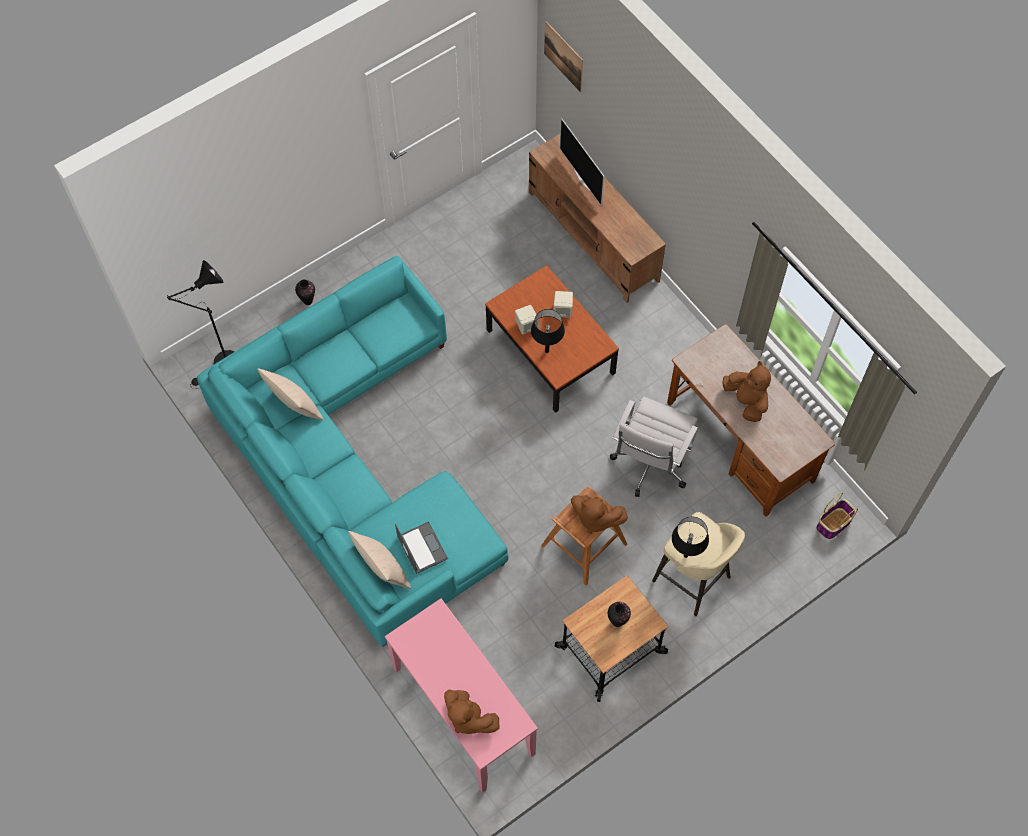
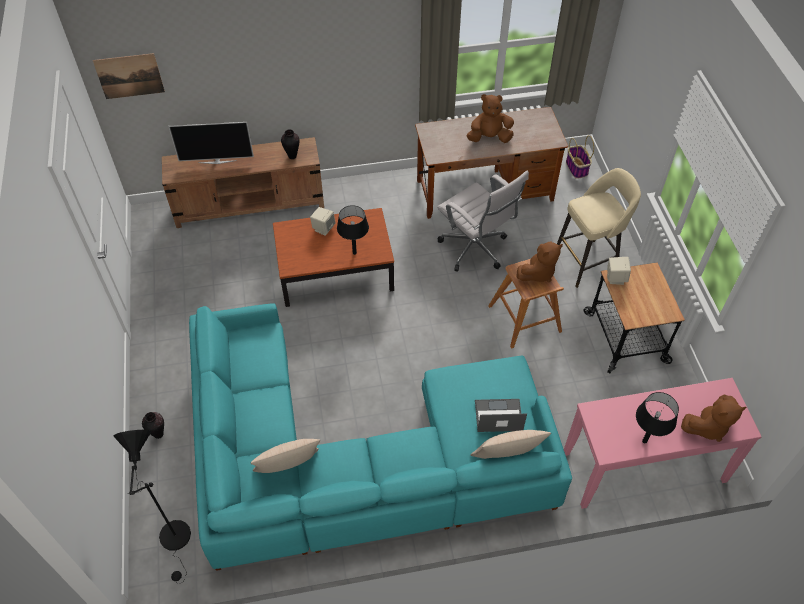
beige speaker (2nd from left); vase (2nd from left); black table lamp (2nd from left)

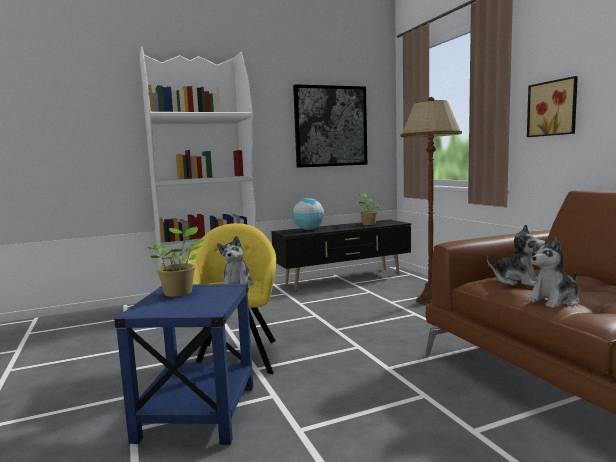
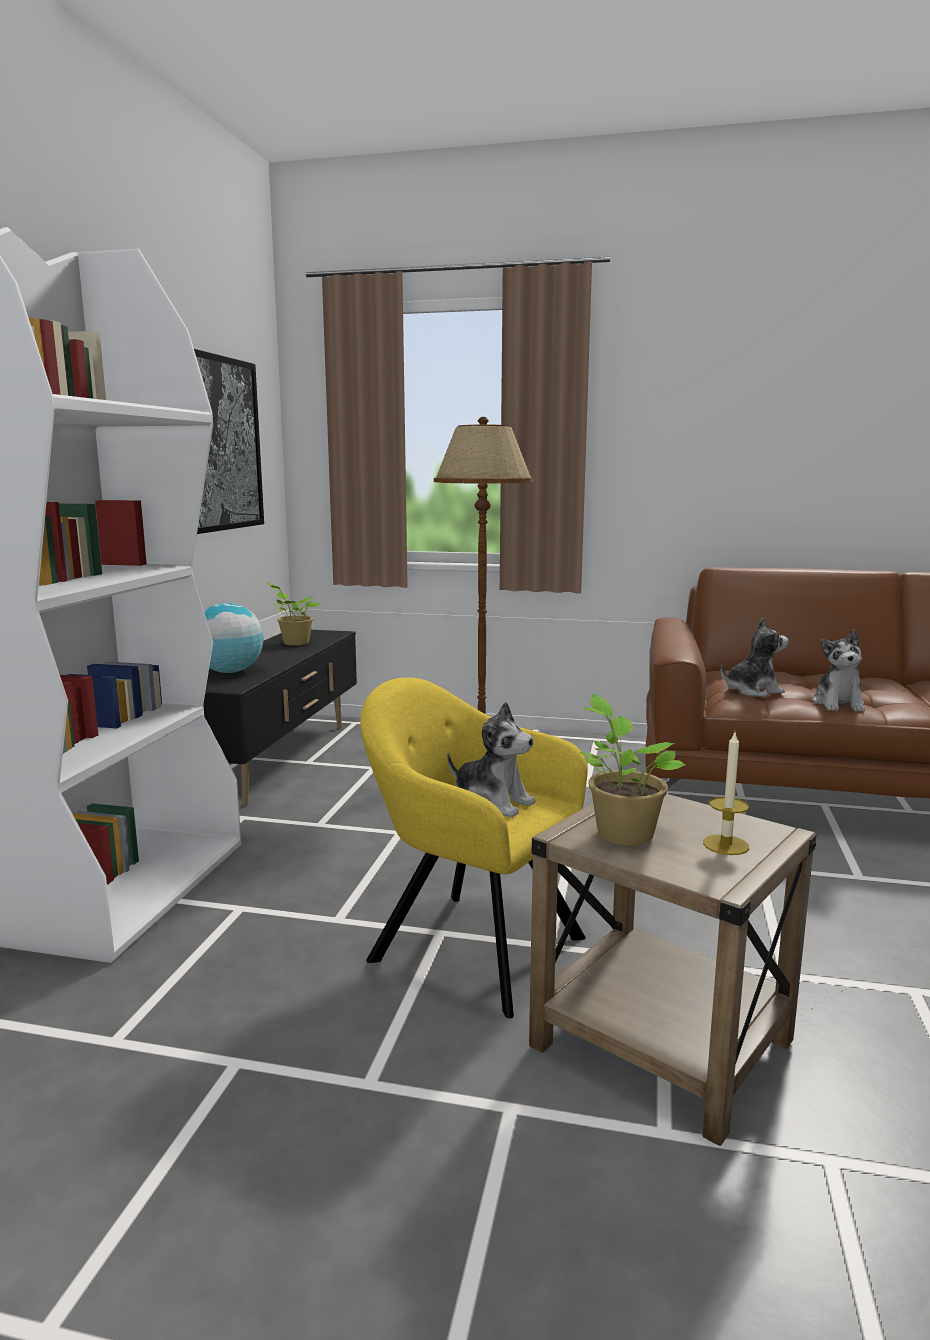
picture (2nd from left in the first image); candle; beige side table

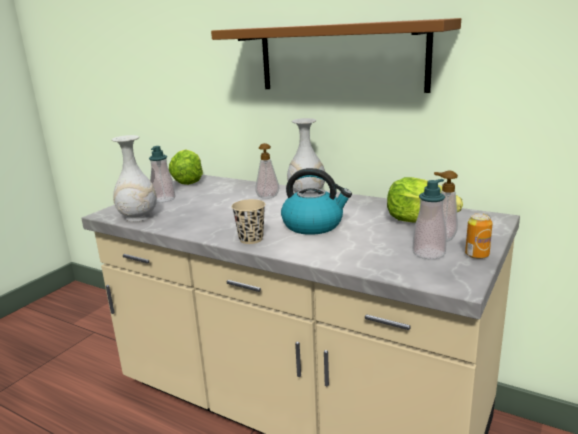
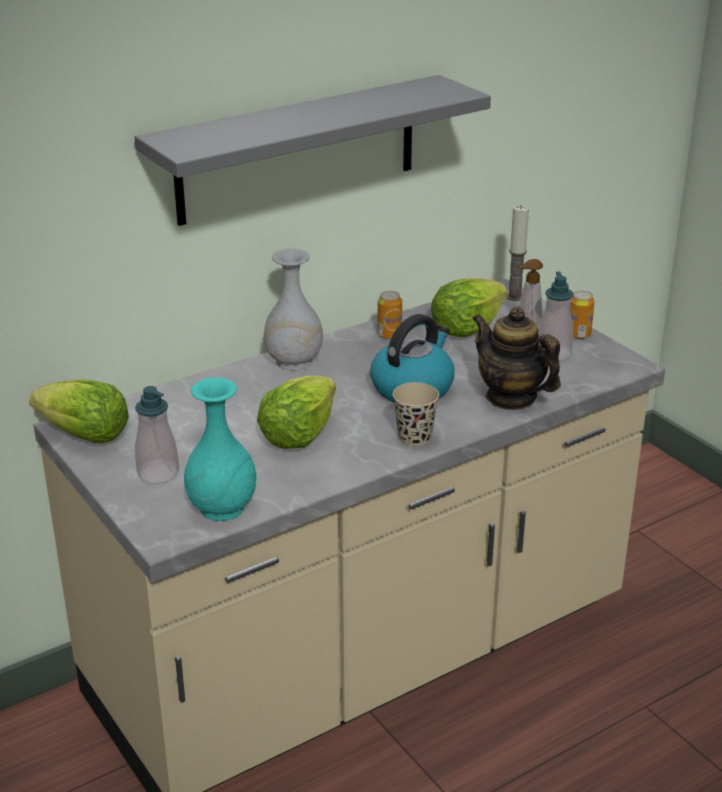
soap dispenser (2nd from left in the first image); lettuce (2nd from left); can (1st from left); teapot; candle; turquoise vase; grey shelf

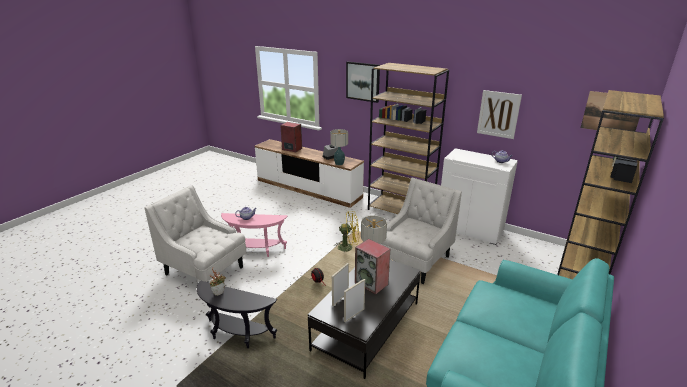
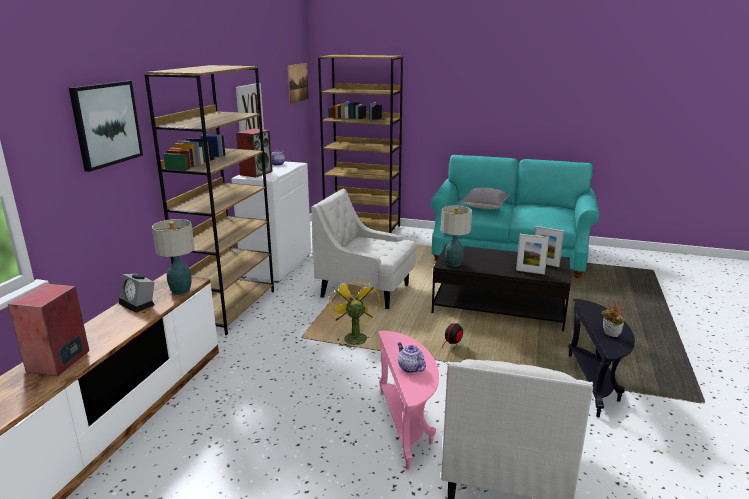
grey pillow; speaker (2nd from left)

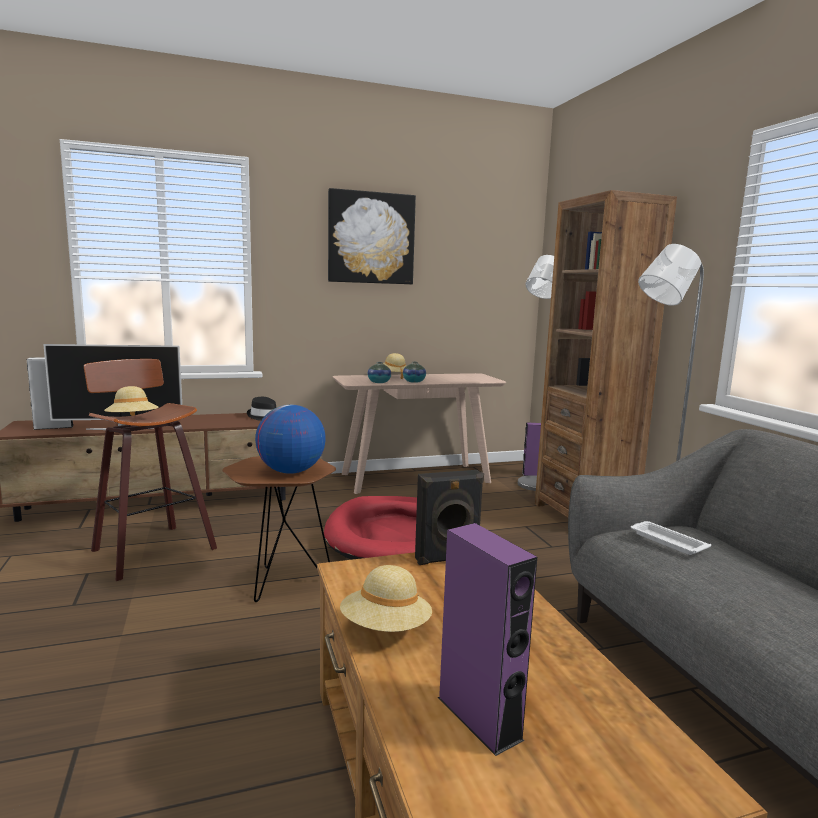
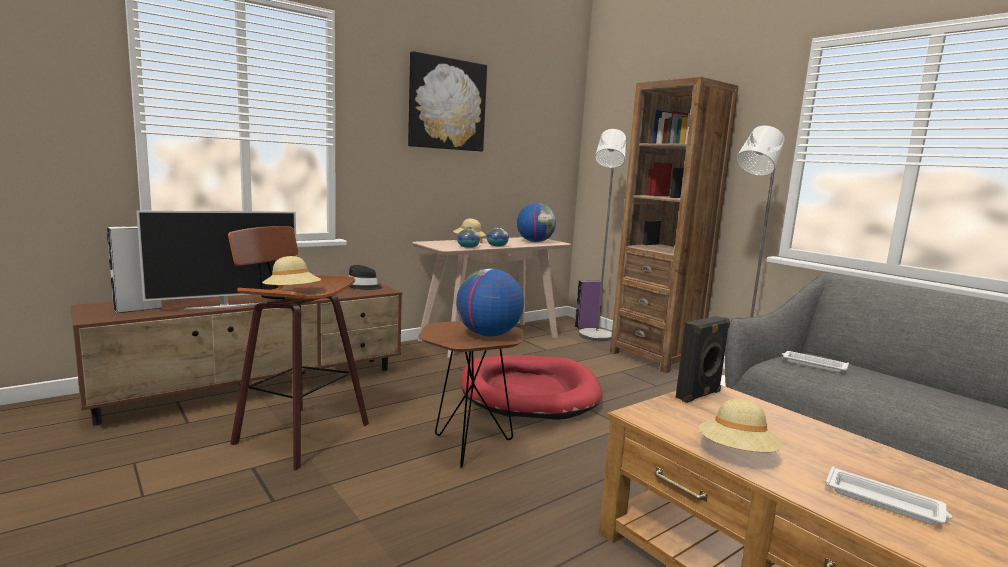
globe (2nd from left); white tray (2nd from left)

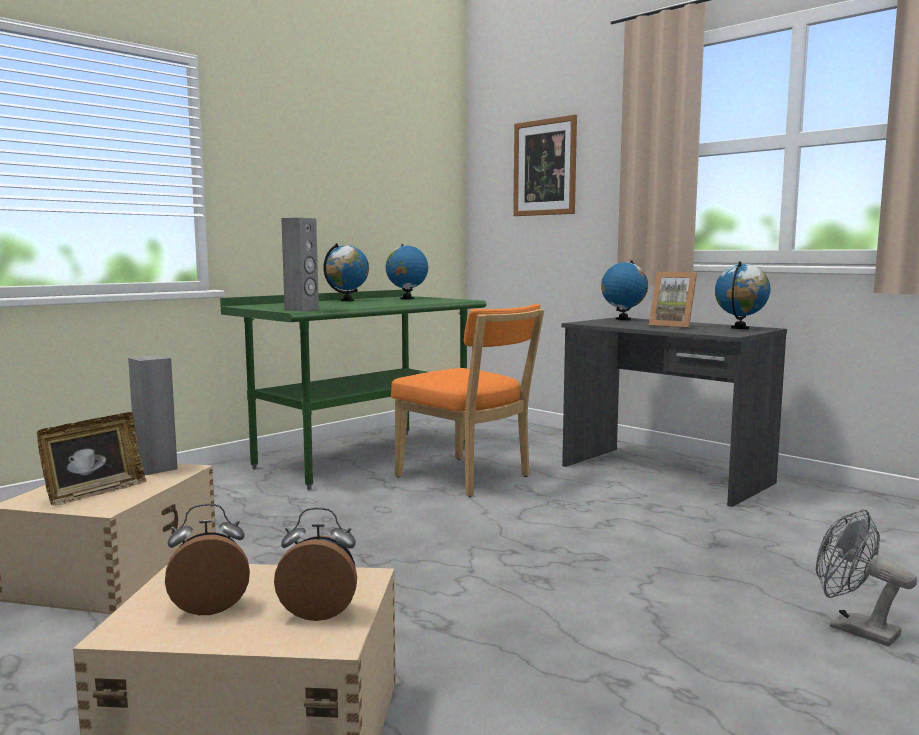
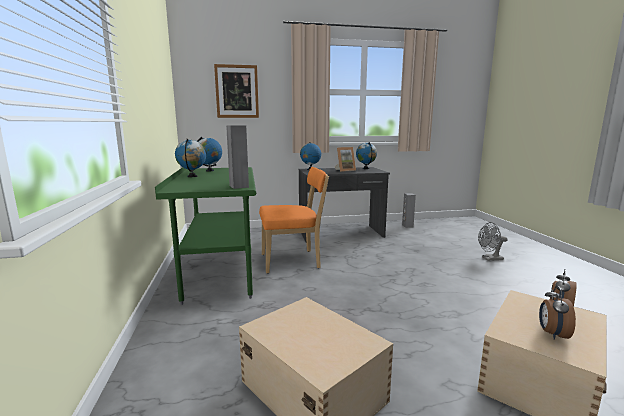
picture frame (1st from left in the first image); grey speaker (2nd from left)

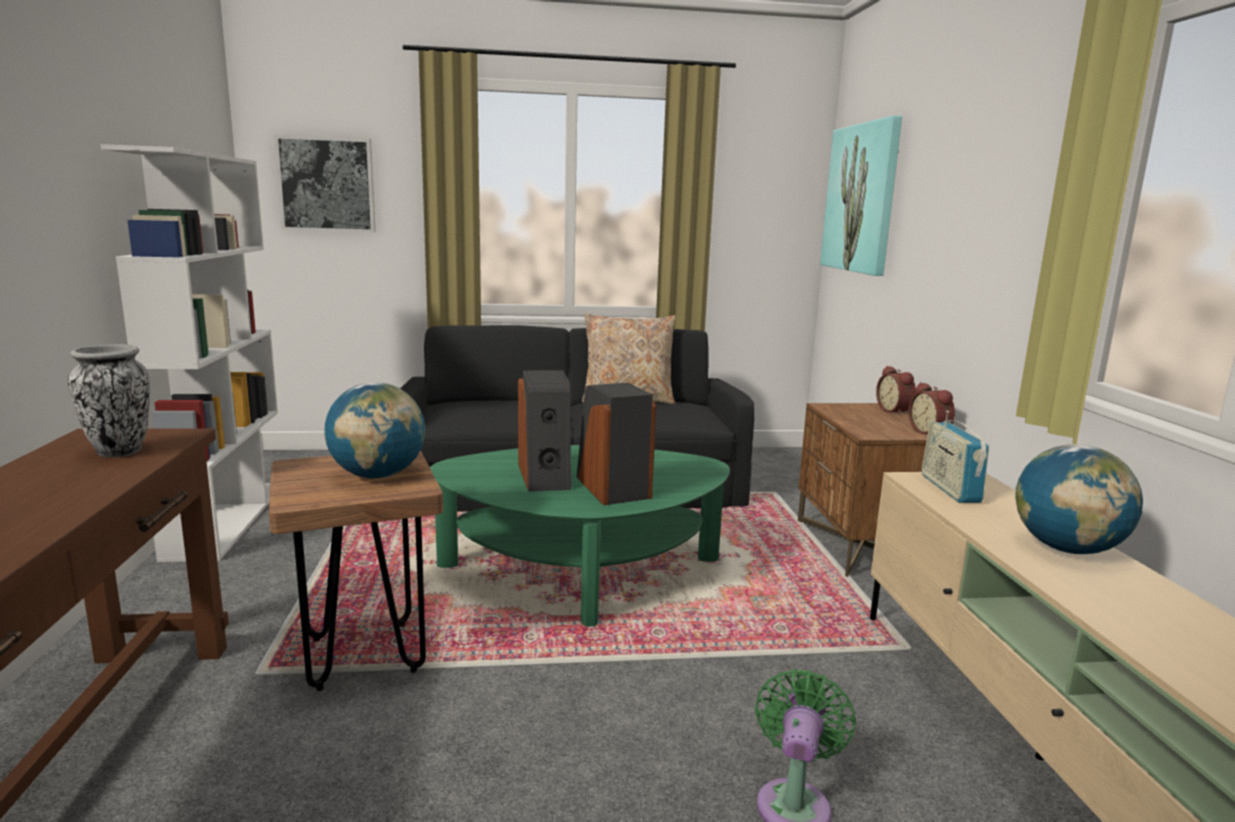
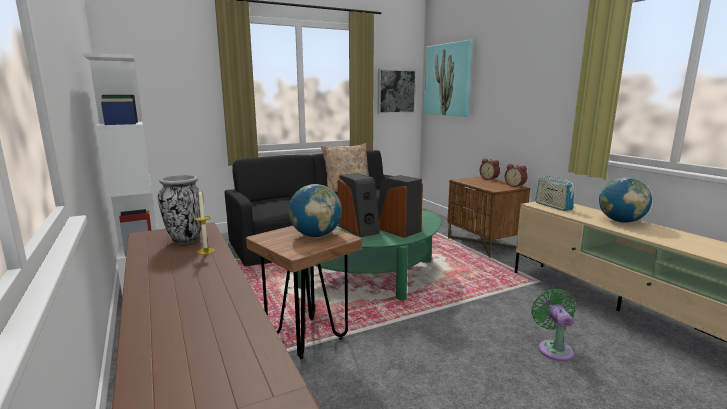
candle; picture (1st from left)

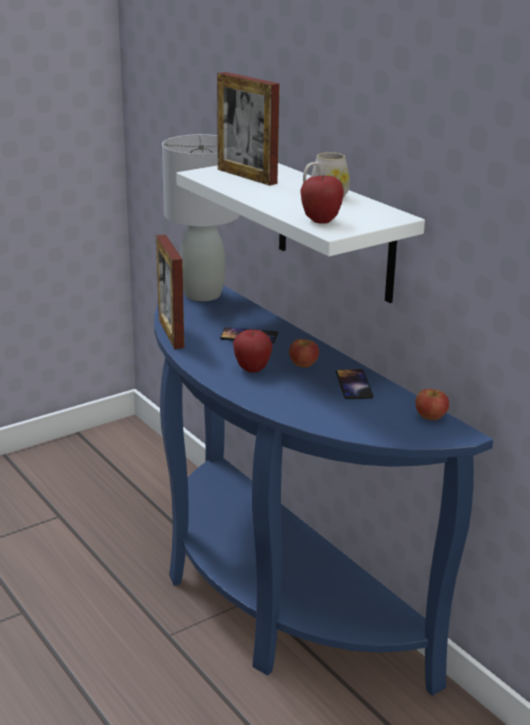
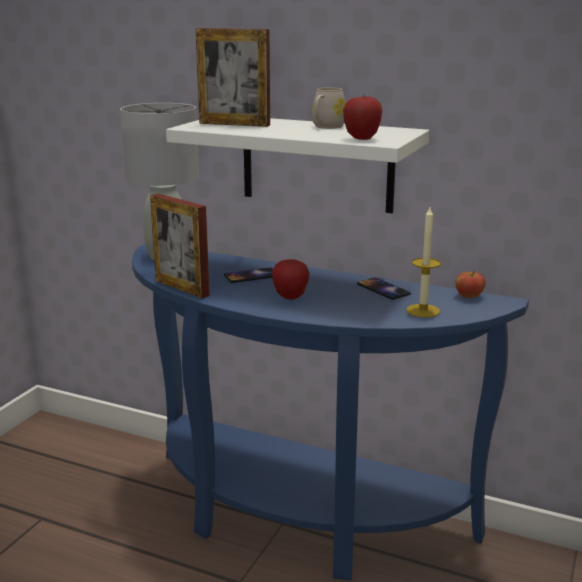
apple (2nd from left in the first image); candle

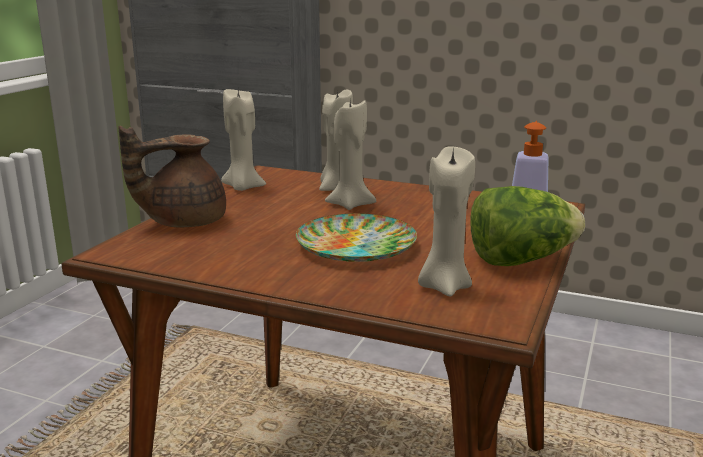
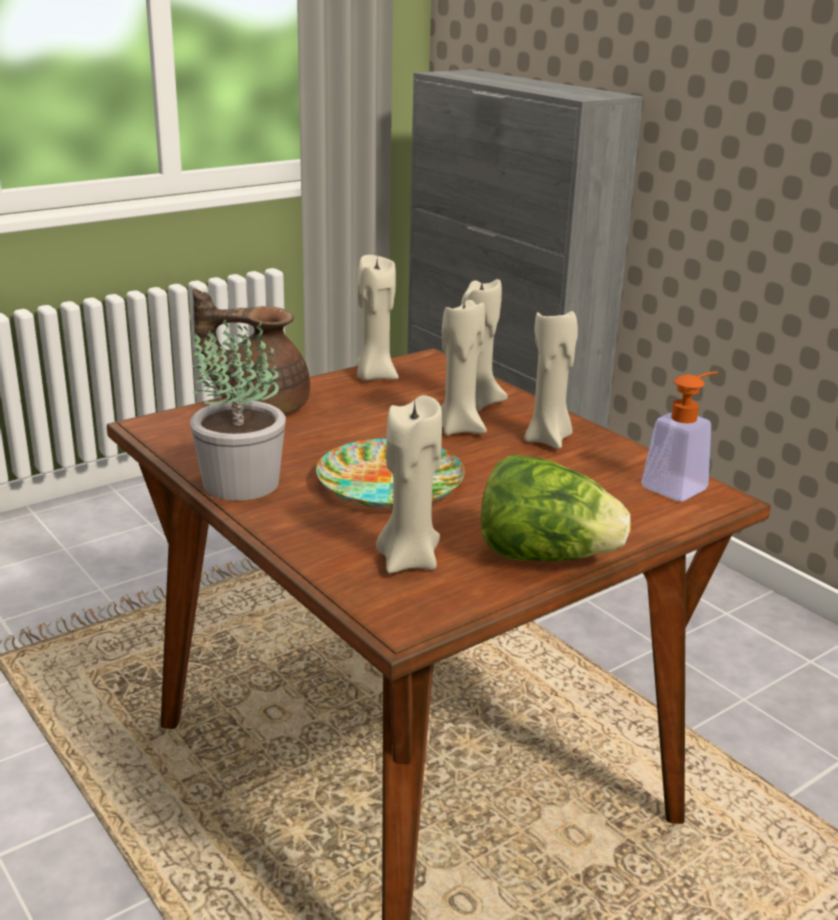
potted plant; beige candle (5th from left)

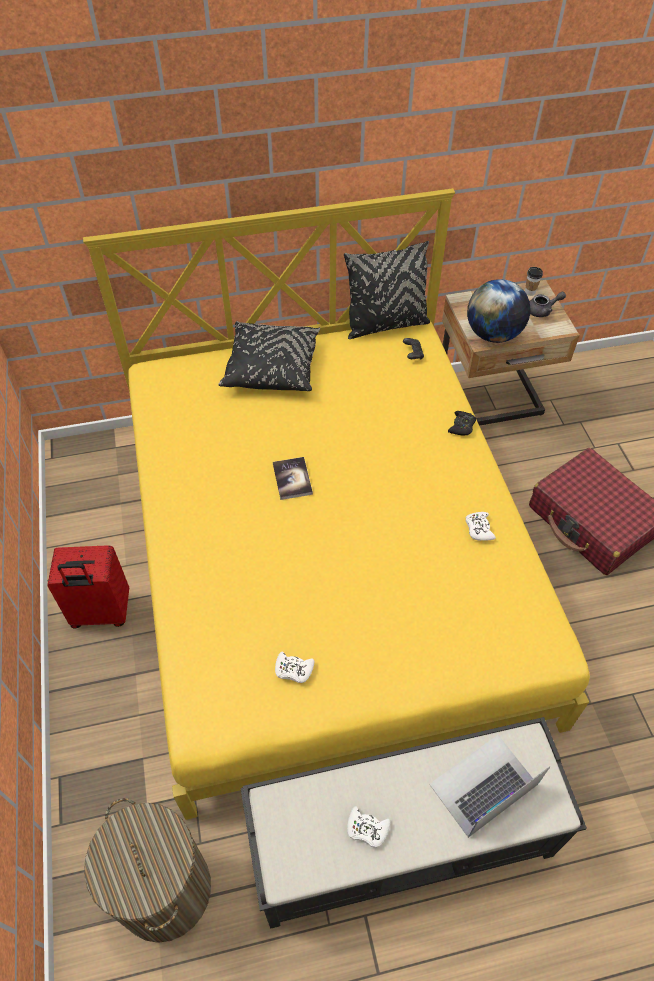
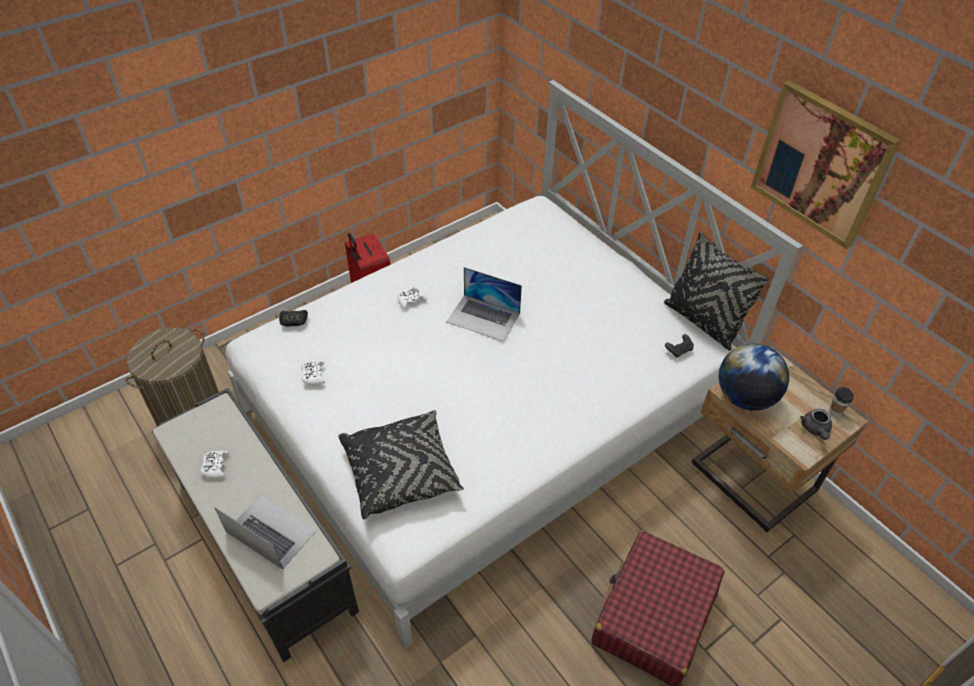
picture; black pillow (1st from left); black game controller (1st from left); white game controller (3rd from left); laptop (2nd from left); white bed; grey teapot

